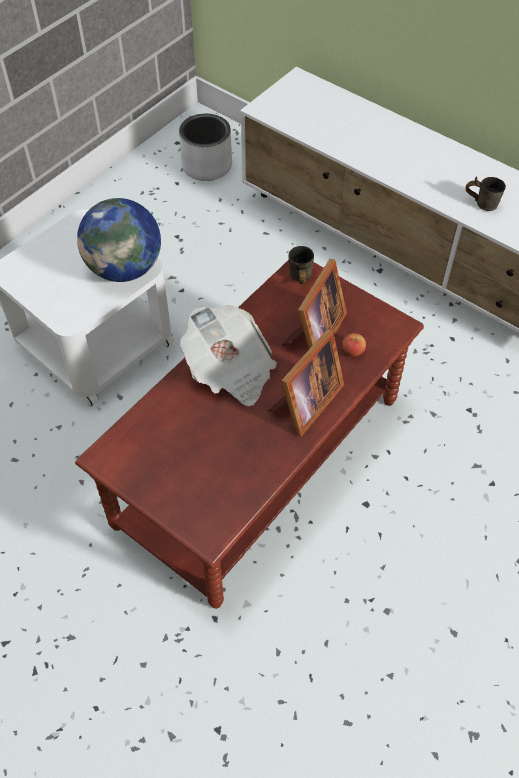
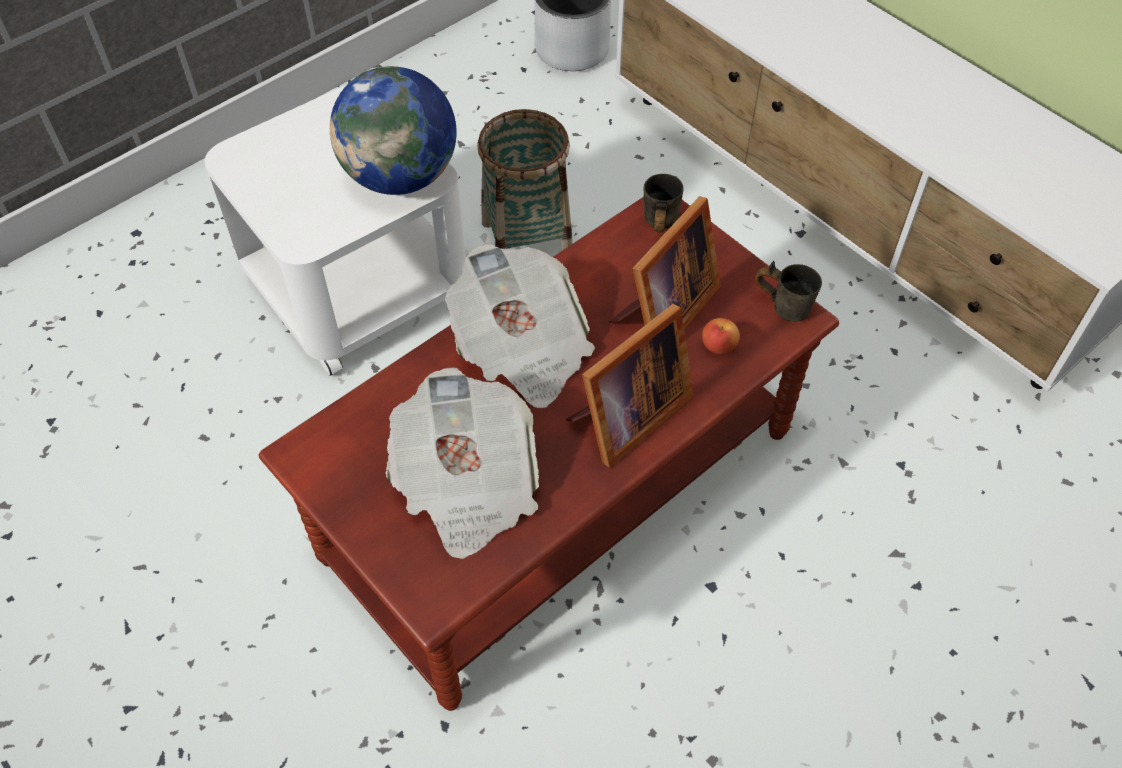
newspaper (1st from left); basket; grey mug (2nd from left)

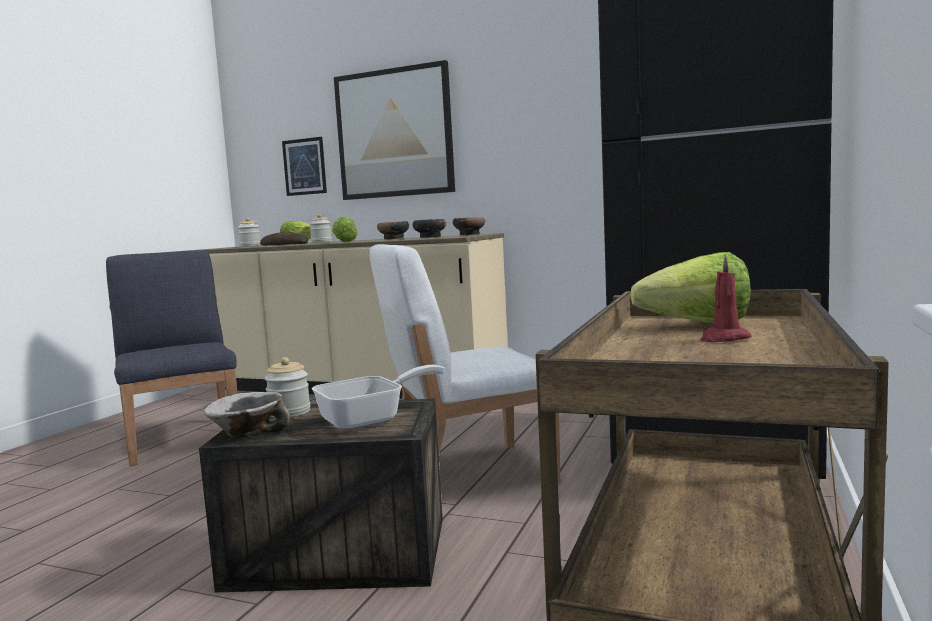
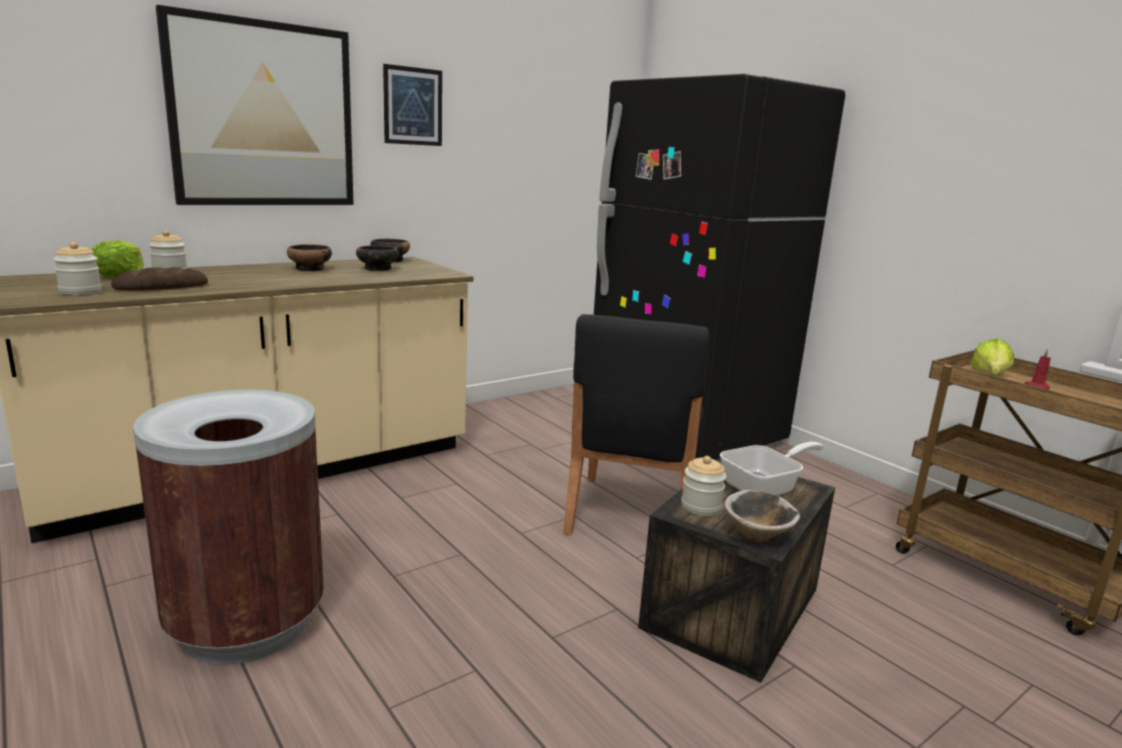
lettuce (2nd from left in the first image); picture (2nd from left); brown trash can; black chair; frying pan

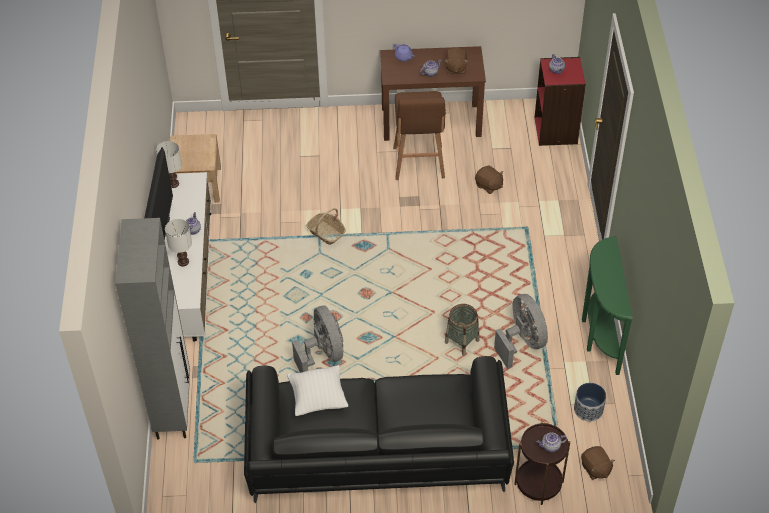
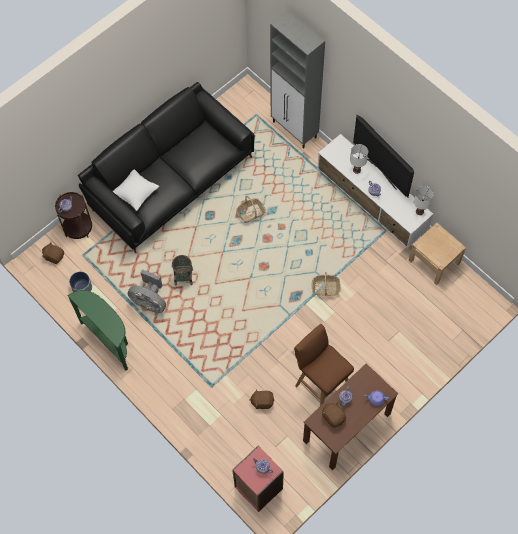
white pillow; basket (2nd from left)

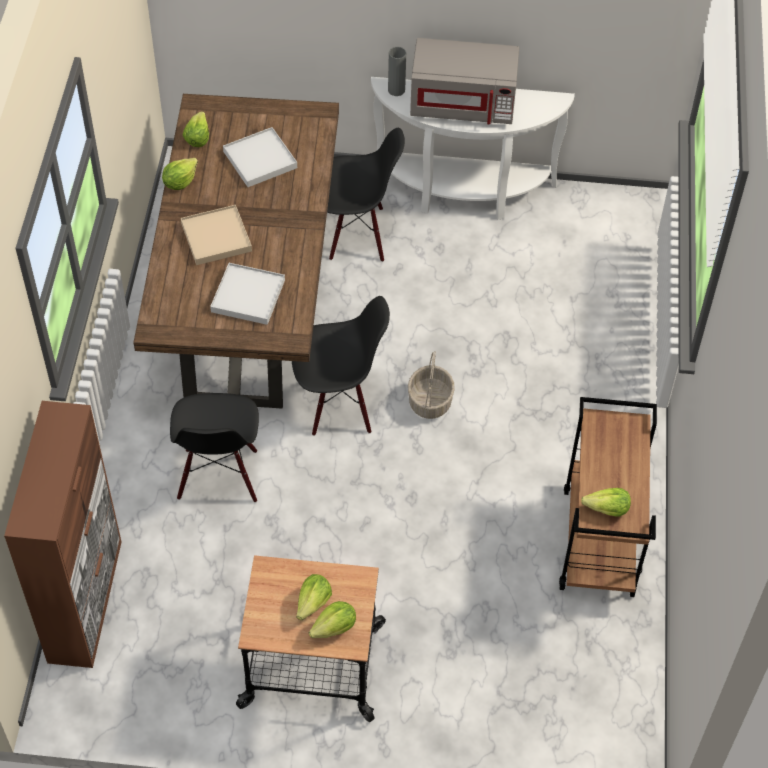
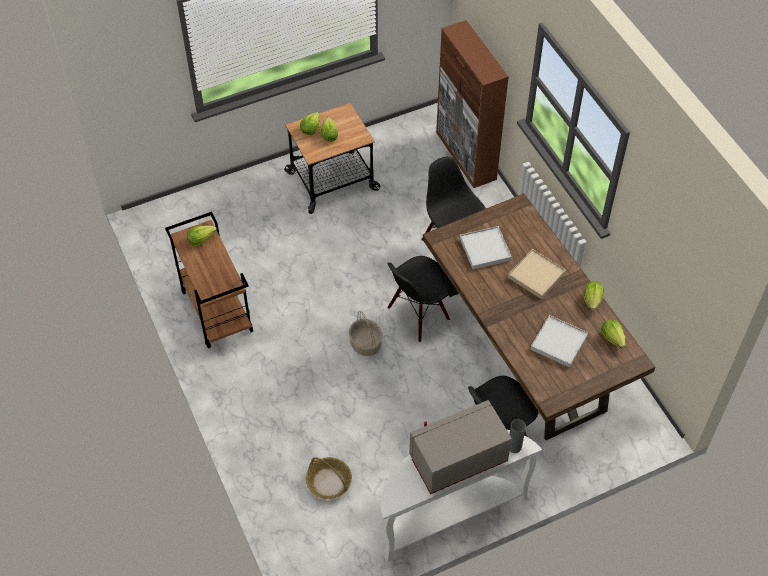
basket (1st from left)

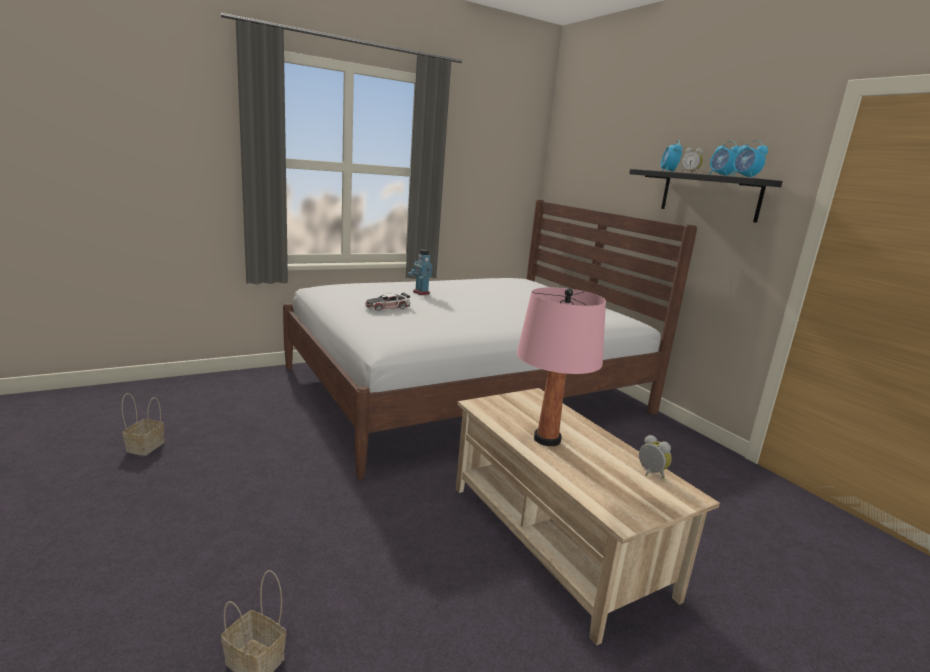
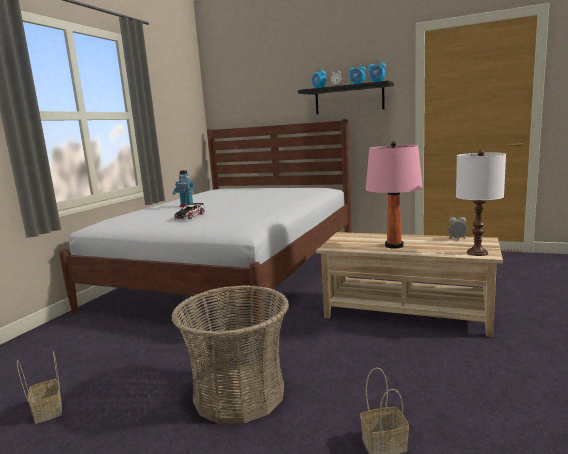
basket (2nd from left); white table lamp

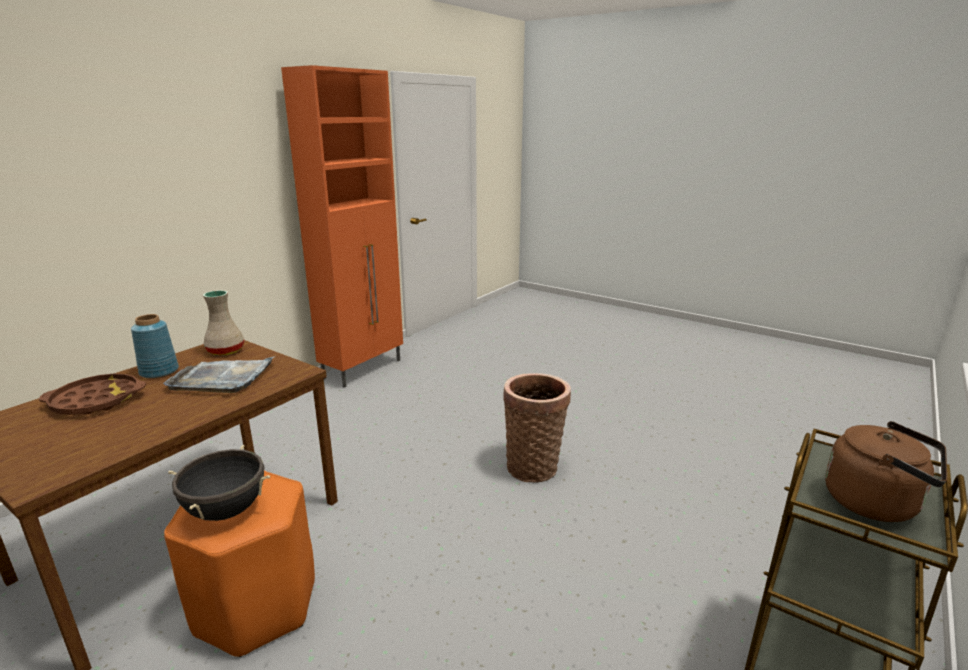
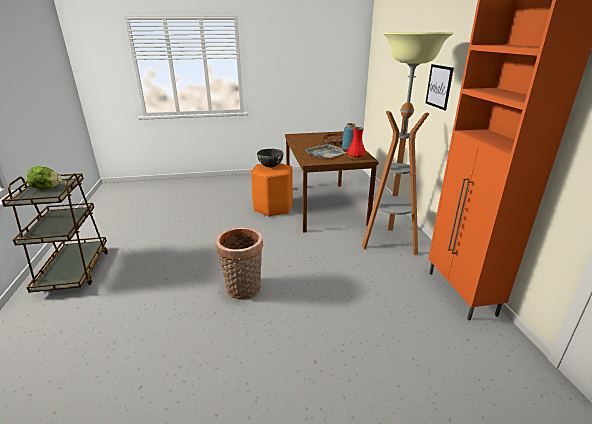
floor lamp; picture; lettuce; red vase

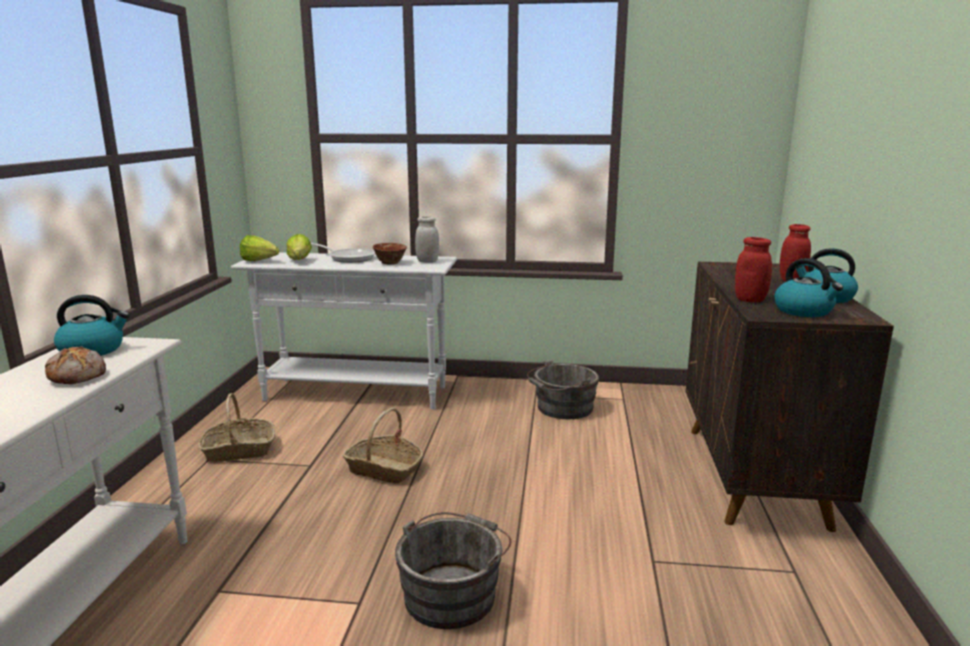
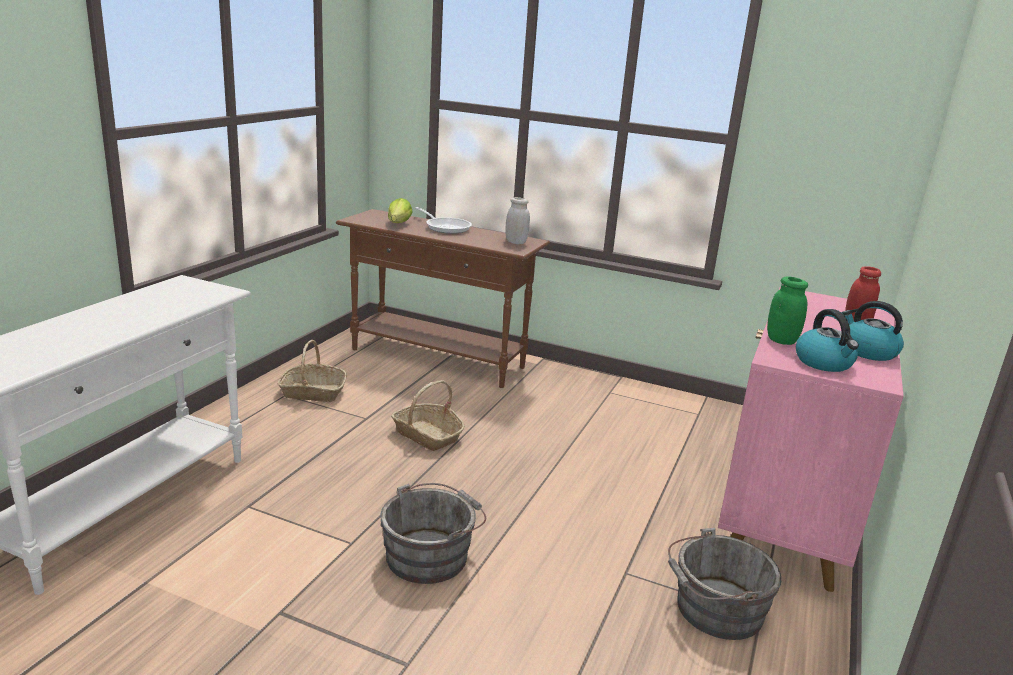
bread; kettle (1st from left in the first image); lettuce (1st from left in the first image); bowl; grey bucket (2nd from left); brown console table; pink cabinet; green jar

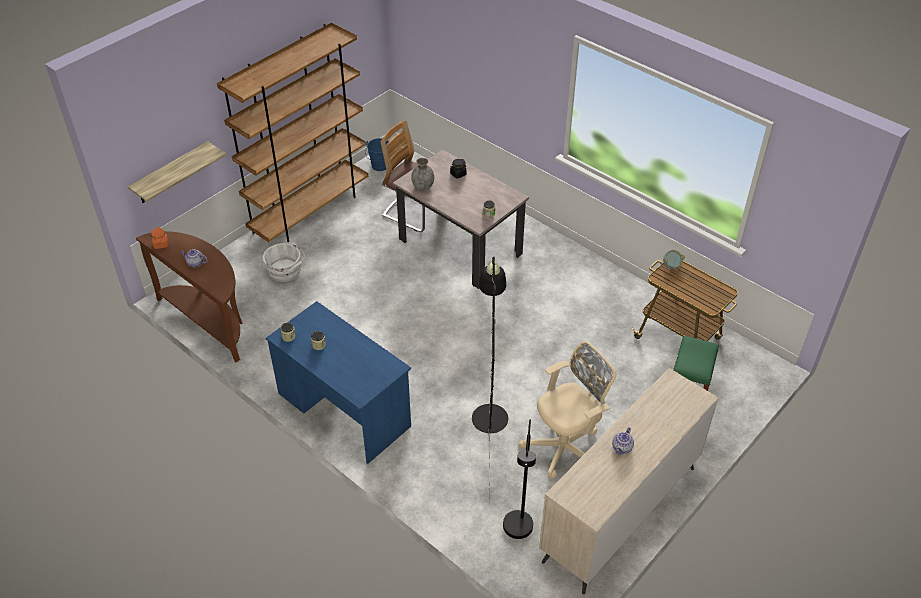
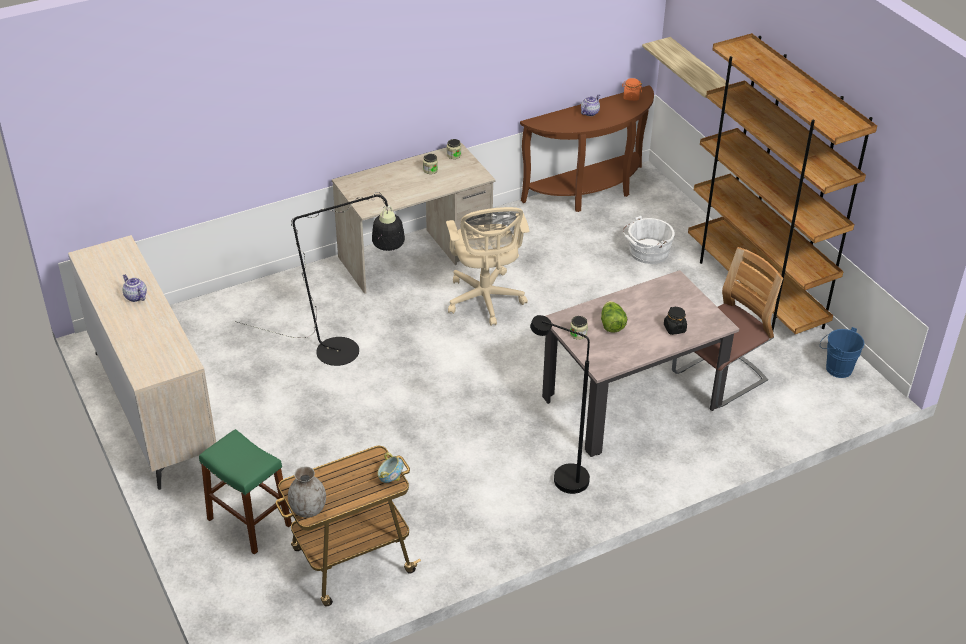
lettuce; grey vase; black floor lamp (2nd from left); beige office chair; beige desk

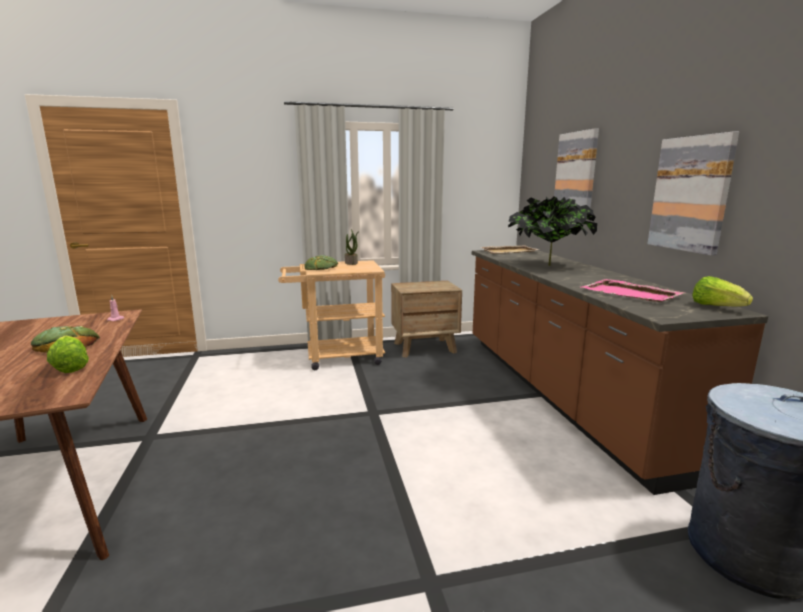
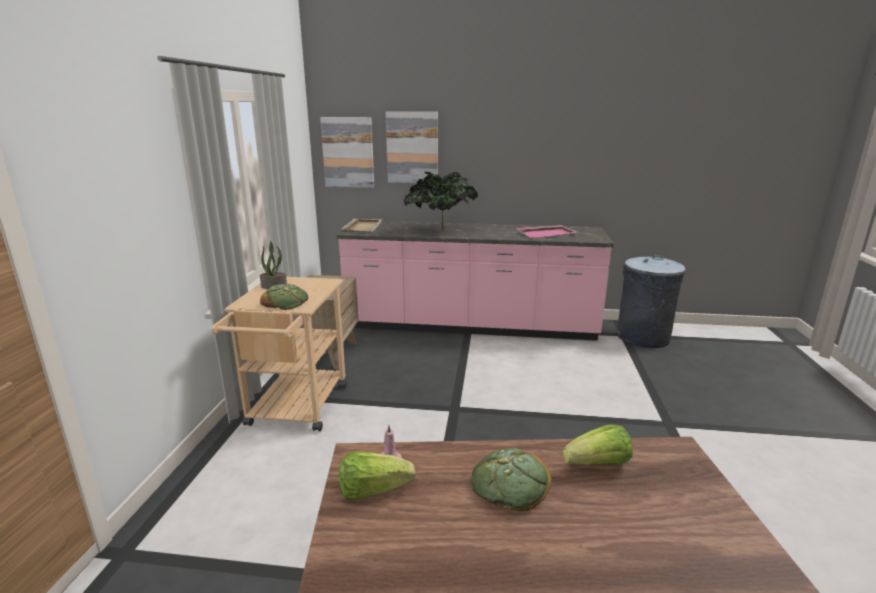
picture (1st from left); lettuce (1st from left); pink counter

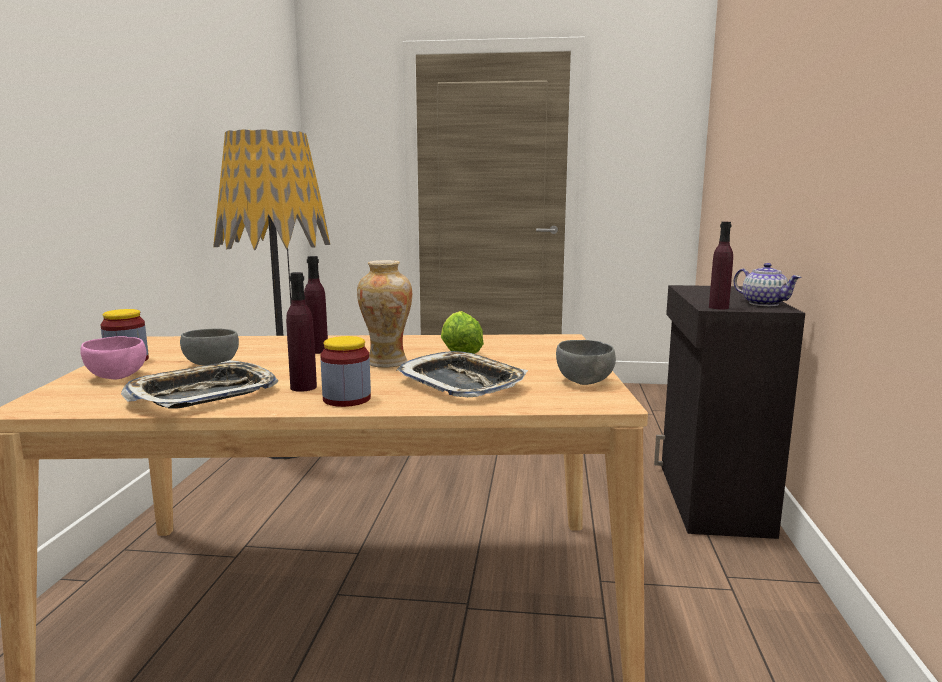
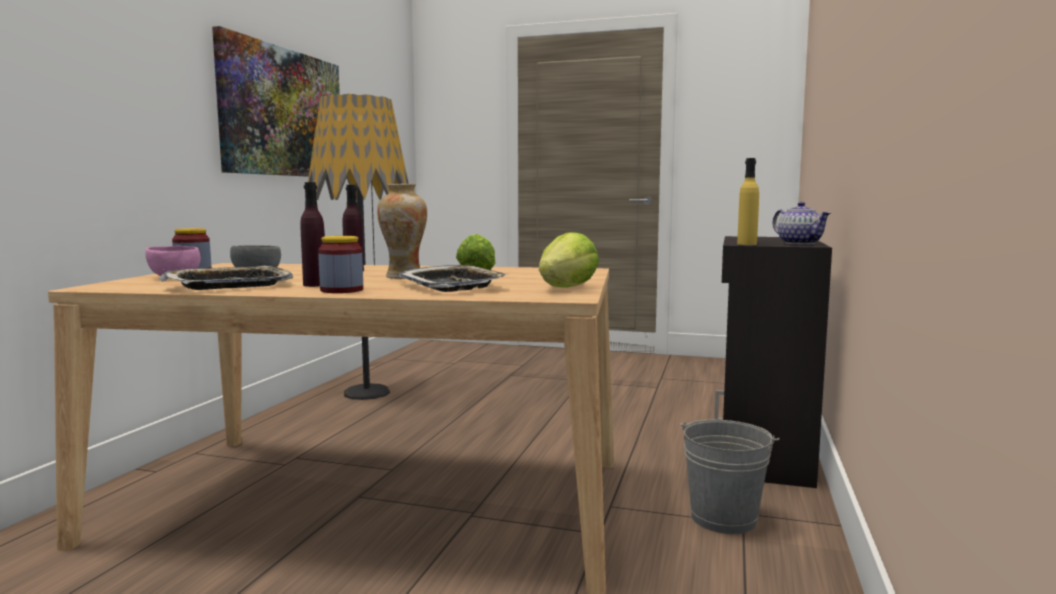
picture; grey bucket; lettuce (2nd from left); yellow bottle

